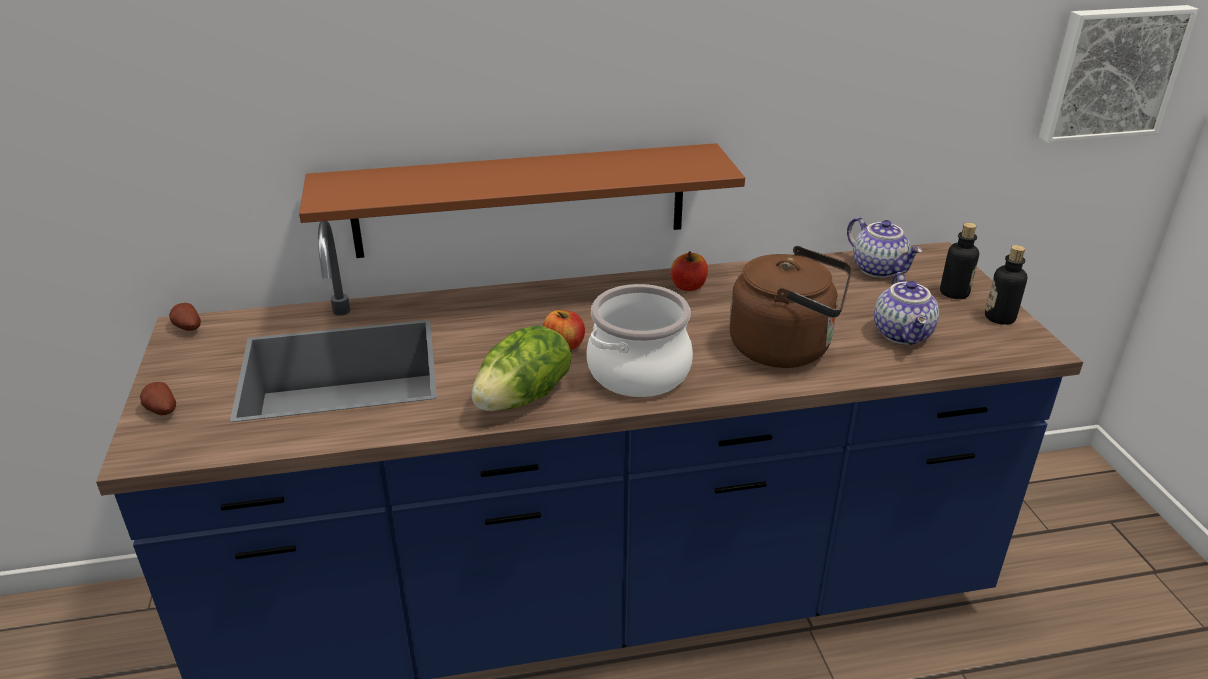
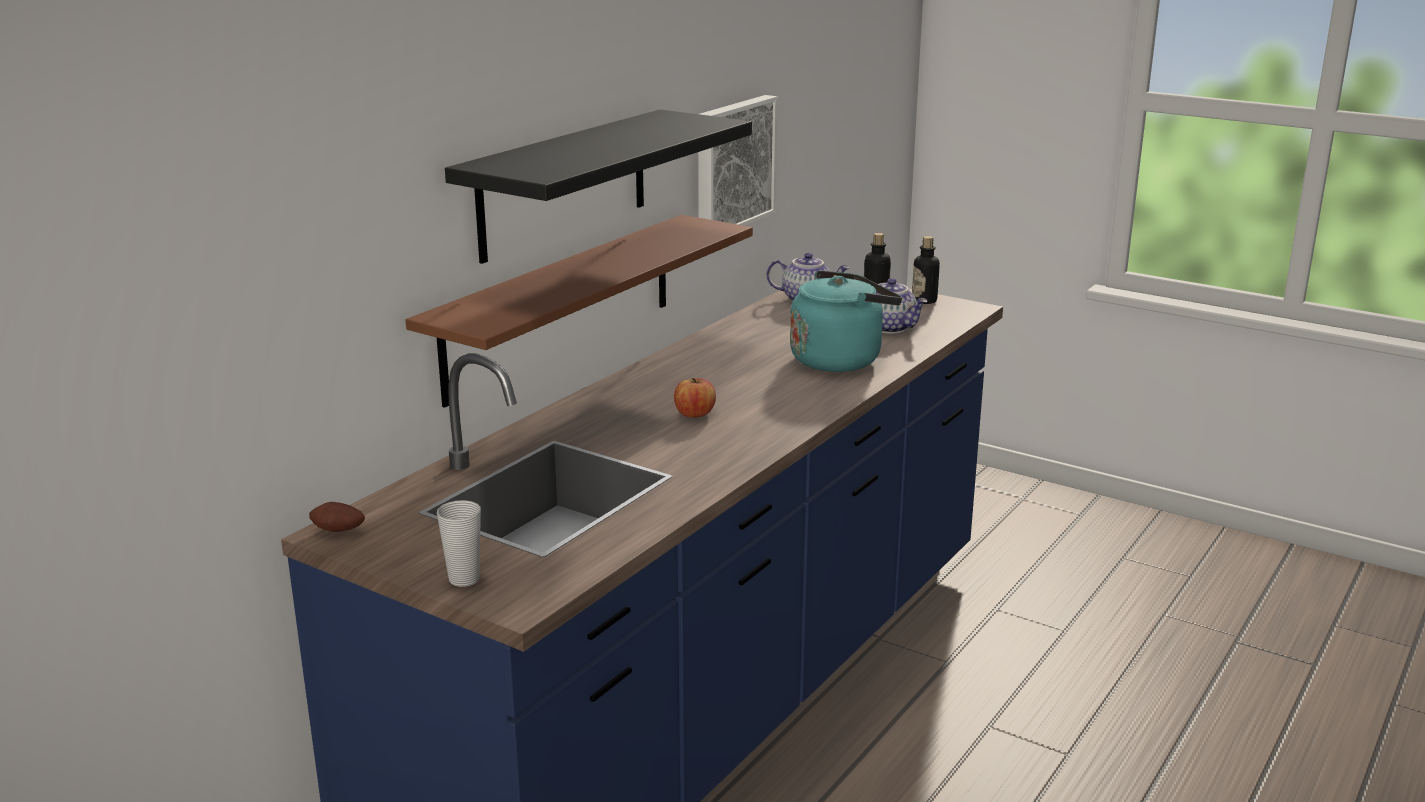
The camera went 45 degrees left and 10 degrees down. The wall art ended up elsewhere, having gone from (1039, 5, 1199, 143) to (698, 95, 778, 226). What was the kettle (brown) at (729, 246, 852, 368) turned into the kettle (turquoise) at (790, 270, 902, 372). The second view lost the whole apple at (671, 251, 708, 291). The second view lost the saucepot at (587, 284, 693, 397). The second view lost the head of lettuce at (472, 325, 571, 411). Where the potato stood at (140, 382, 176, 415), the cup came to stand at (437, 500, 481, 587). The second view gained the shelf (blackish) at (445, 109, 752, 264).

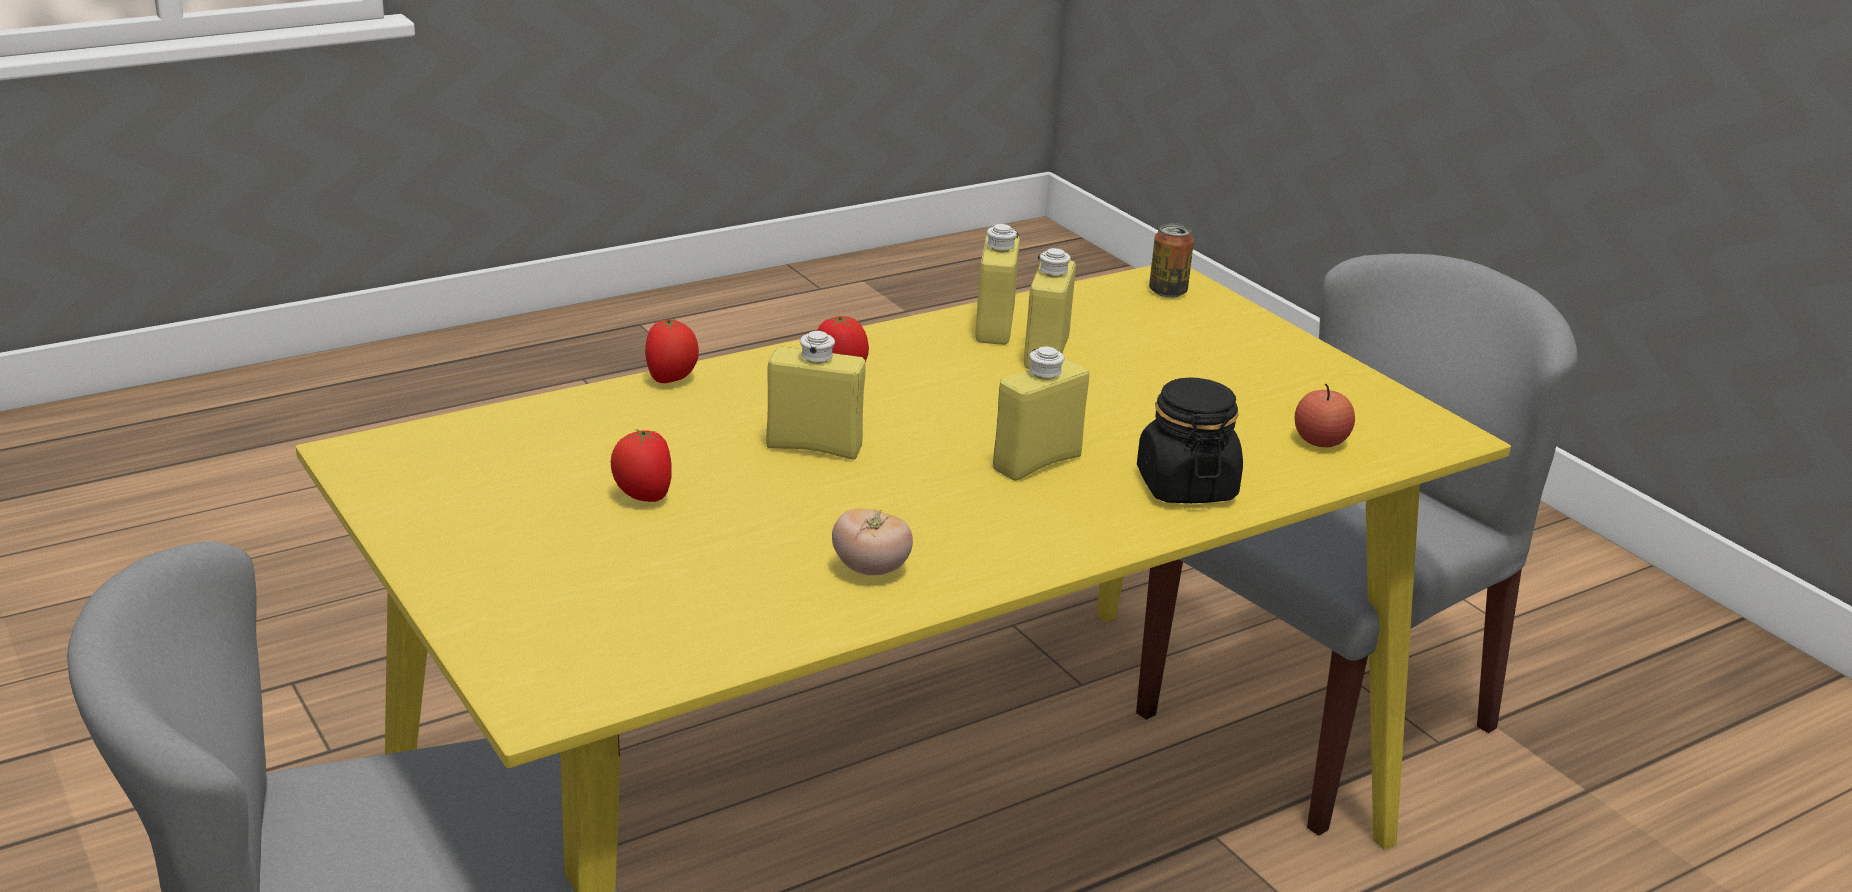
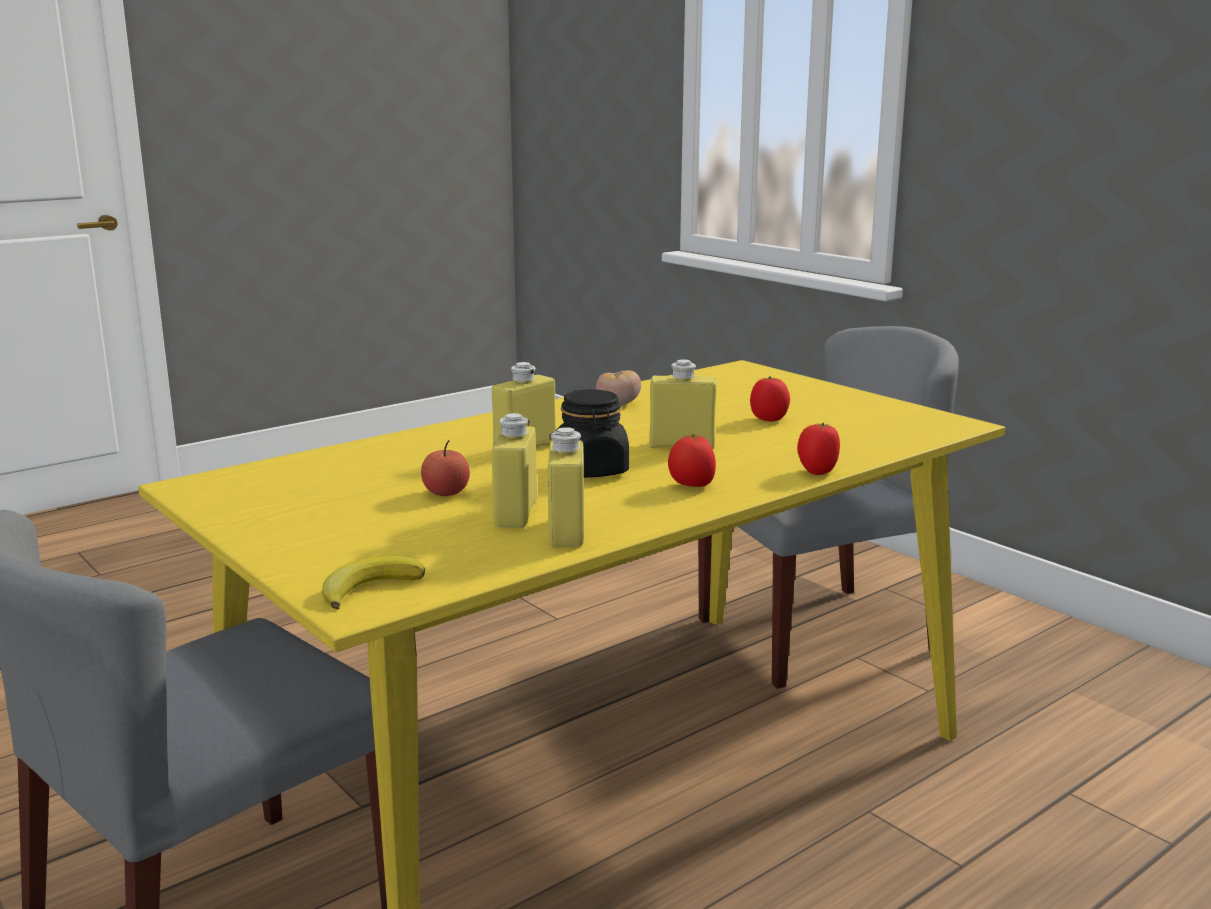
The camera went 175 degrees right and 10 degrees down. Where the metal can stood at (1149, 223, 1194, 298), the banana fruit came to stand at (322, 556, 425, 609). The jar (blackish) ended up elsewhere, having gone from (1137, 378, 1243, 503) to (556, 389, 629, 478). The whole apple ended up elsewhere, having gone from (1295, 383, 1355, 447) to (421, 440, 470, 496).

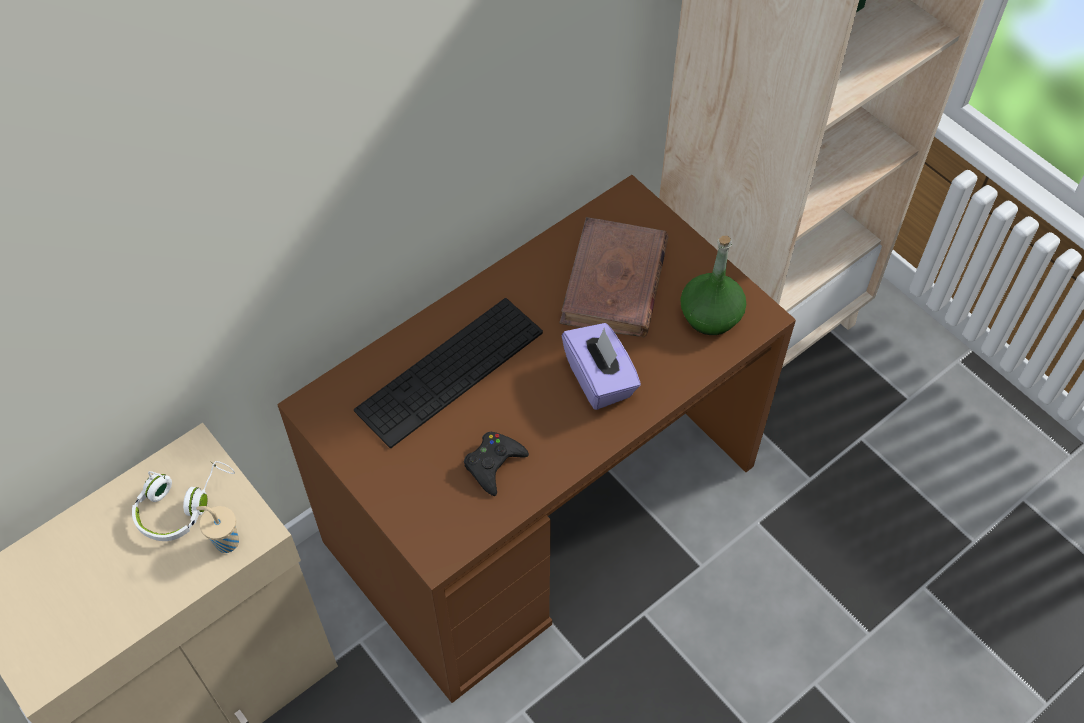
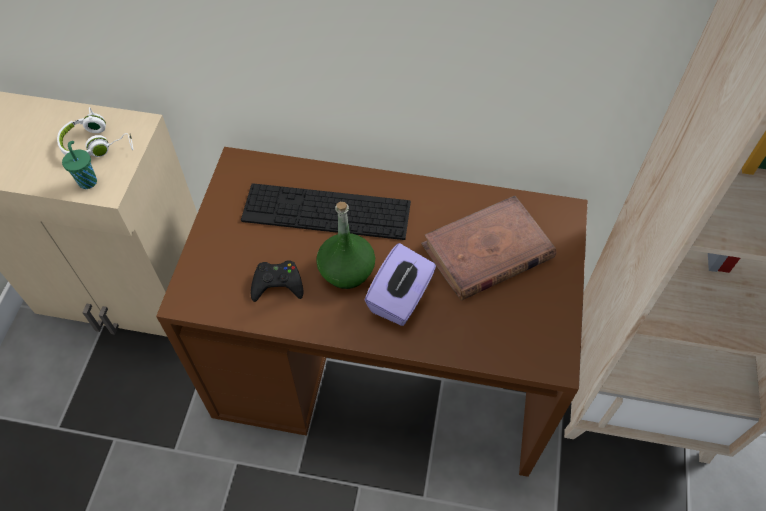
The camera went 50 degrees right and 0 degrees up. The bottle (green) ended up elsewhere, having gone from (680, 236, 746, 335) to (316, 202, 375, 289). What was the cup (beige-coloured) at (196, 506, 239, 553) turned into the cup (green) at (62, 141, 97, 189).

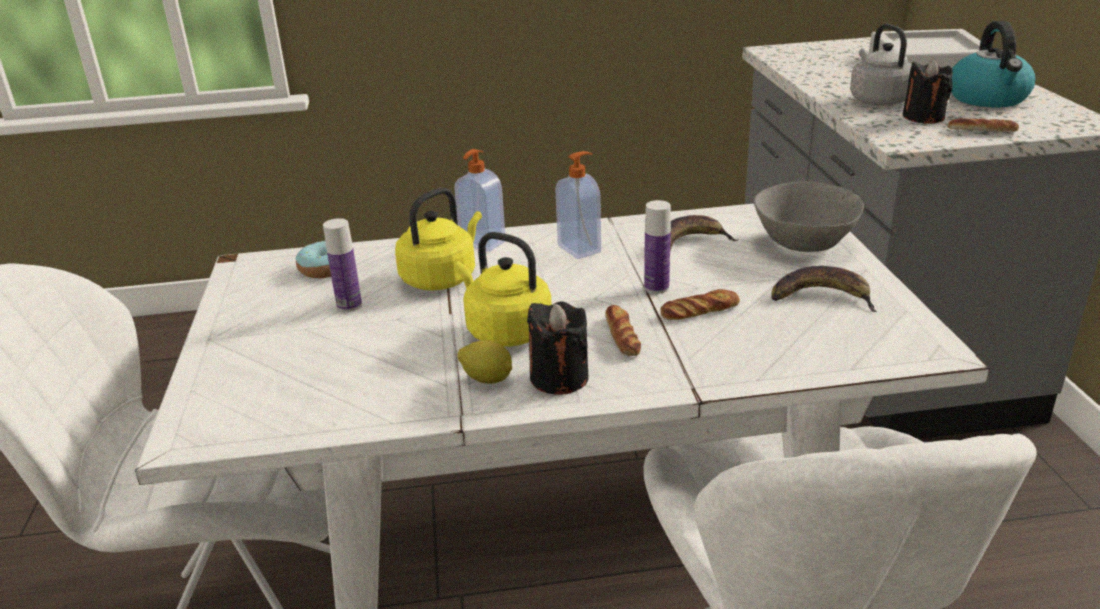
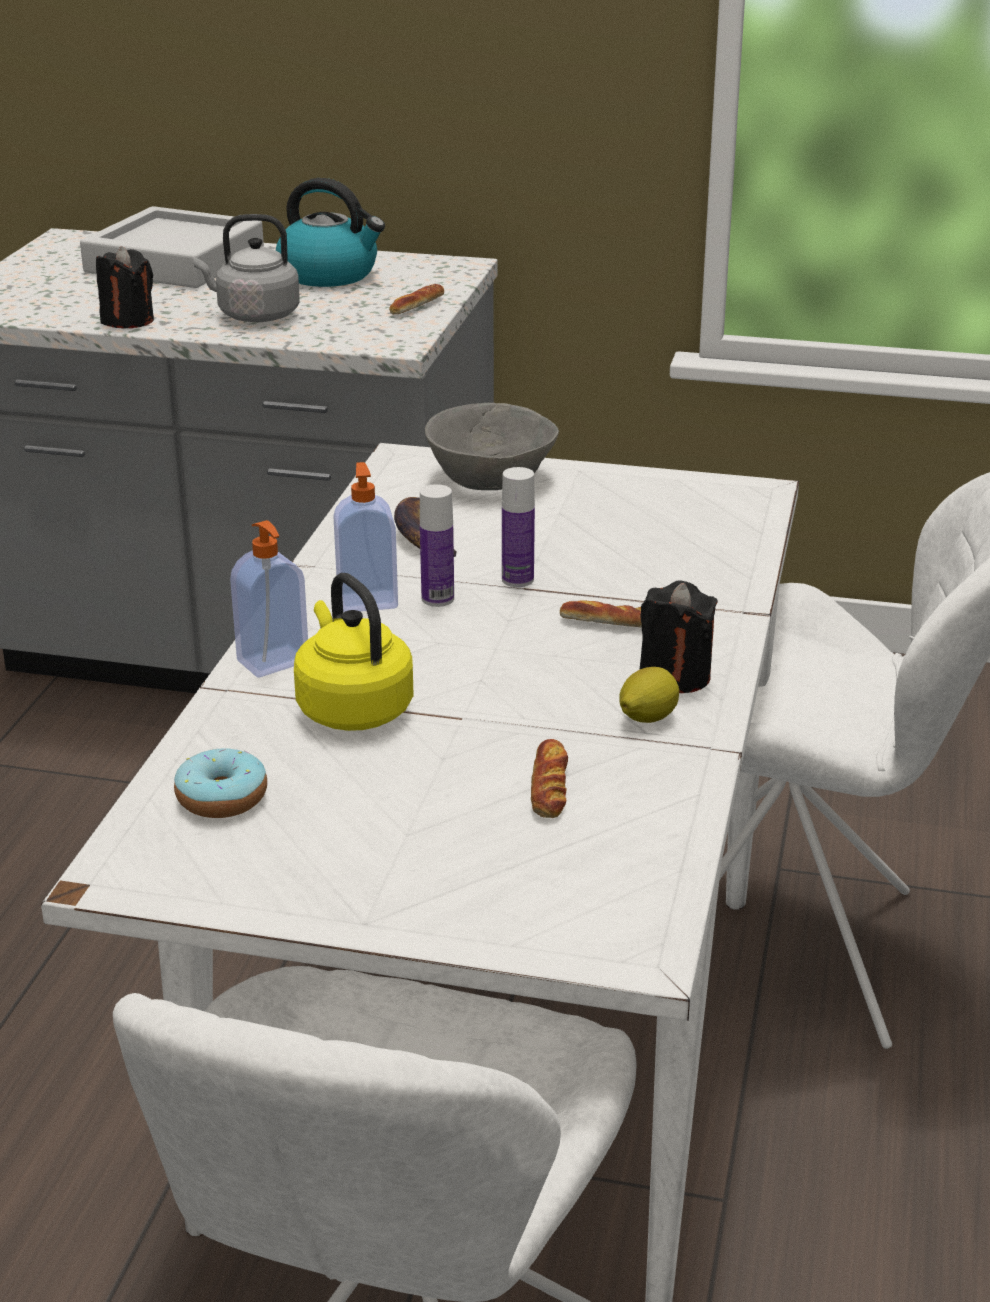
The camera went 70 degrees left and 0 degrees up. The wax light (blackish) ended up elsewhere, having gone from (903, 59, 953, 124) to (96, 246, 154, 328). The bottle ended up elsewhere, having gone from (323, 218, 362, 312) to (420, 484, 454, 607). The second view lost the kettle (yellow-coloured) at (455, 232, 552, 347). The second view lost the banana fruit at (771, 266, 877, 312). The bread ended up elsewhere, having gone from (661, 289, 740, 320) to (531, 739, 568, 818).

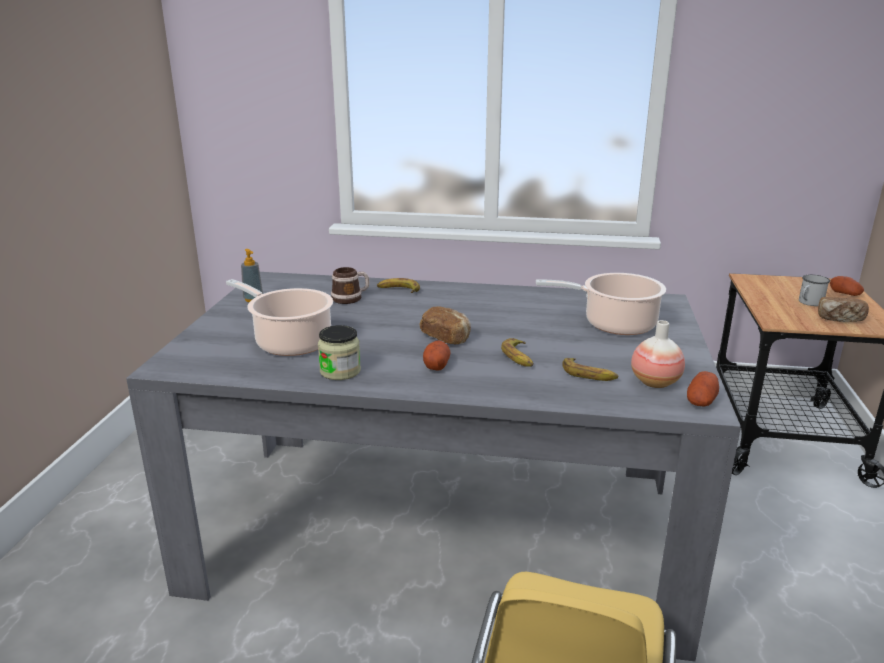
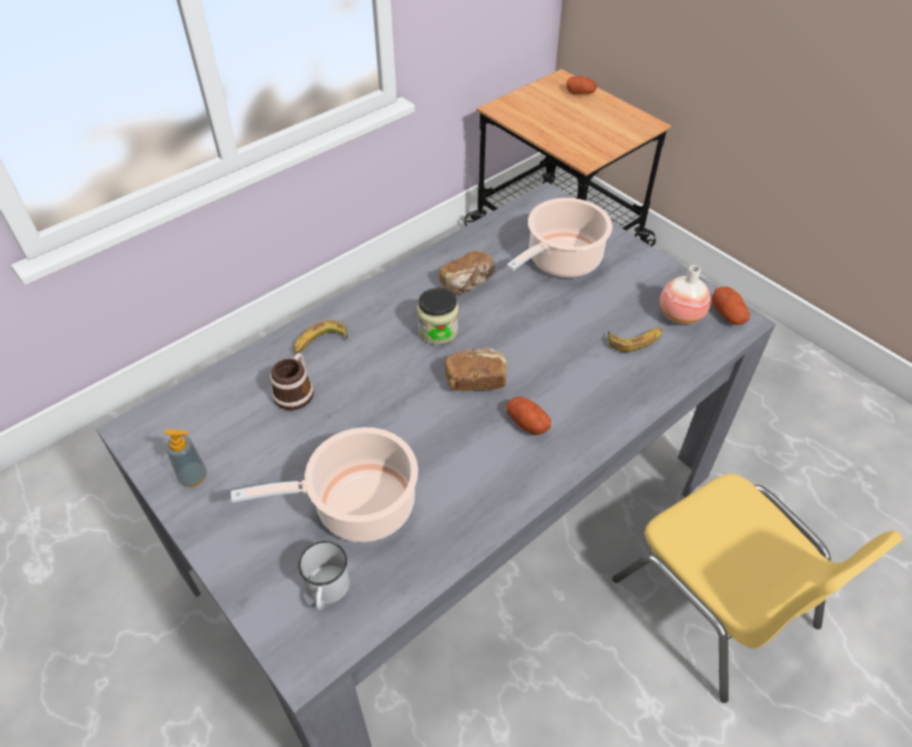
The camera went 50 degrees left and 25 degrees up. The coffee mug (whitish) ended up elsewhere, having gone from (799, 275, 830, 306) to (298, 541, 350, 610). The bread ended up elsewhere, having gone from (818, 297, 869, 322) to (439, 251, 495, 295). The jar ended up elsewhere, having gone from (318, 325, 361, 380) to (417, 288, 458, 345). The second view lost the banana fruit at (501, 338, 534, 367).

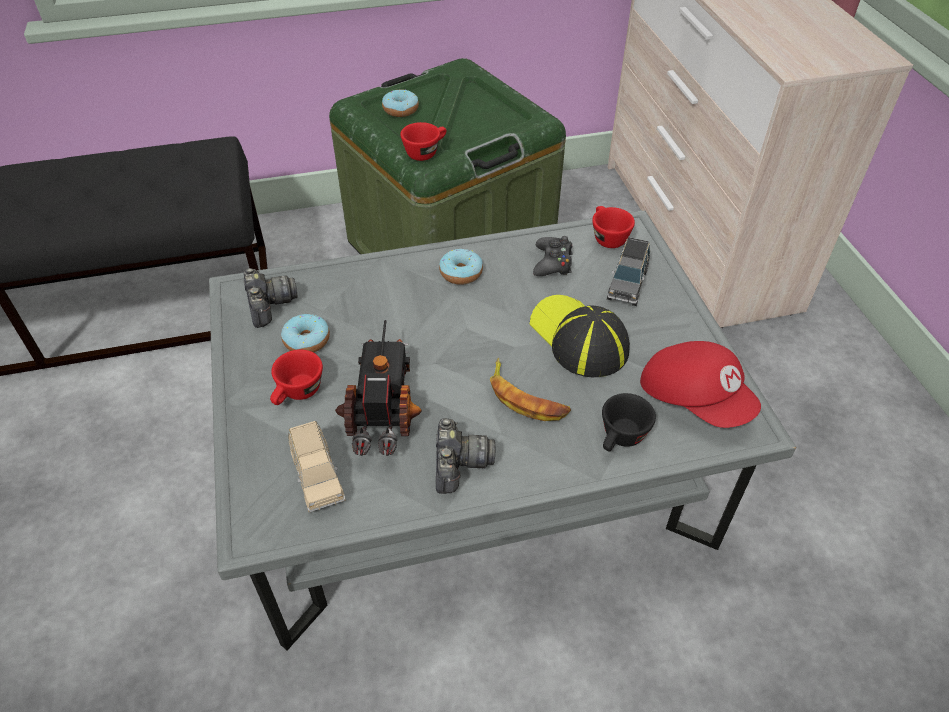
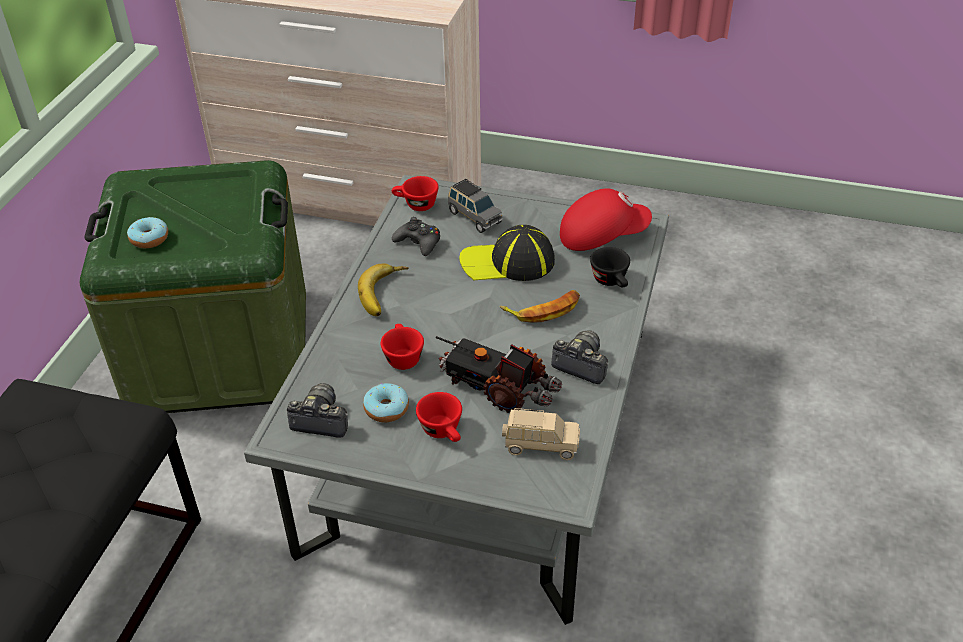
The camera went 60 degrees left and 5 degrees down. The cup (red) ended up elsewhere, having gone from (400, 122, 447, 161) to (381, 324, 424, 370). Where the doughnut stood at (439, 249, 483, 285), the banana fruit came to stand at (358, 264, 409, 316).

